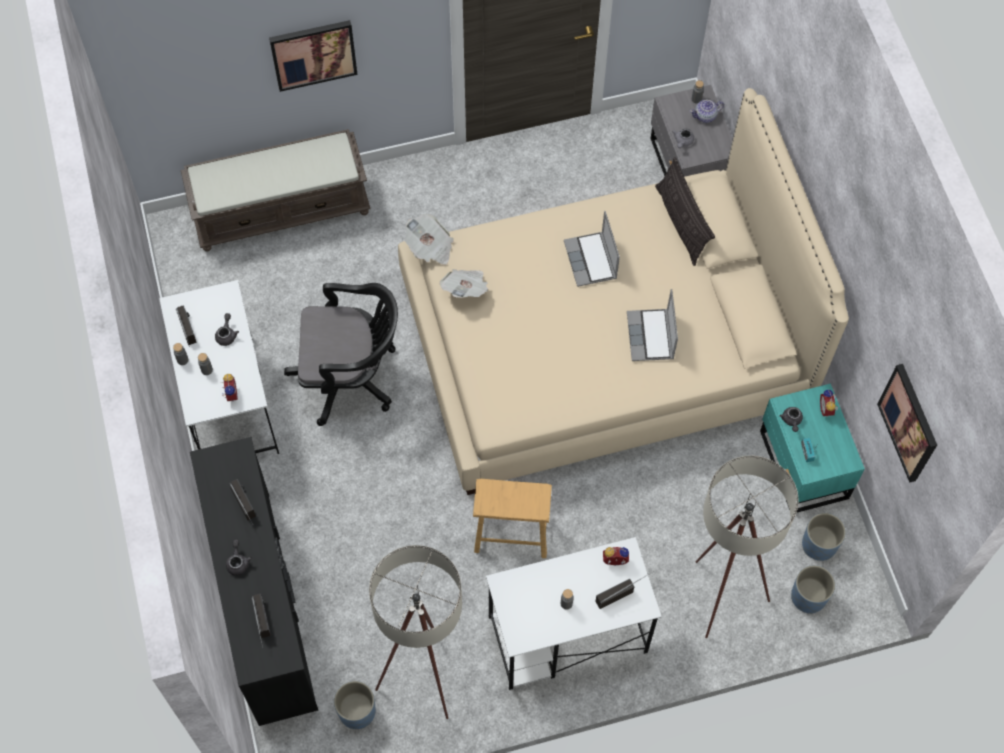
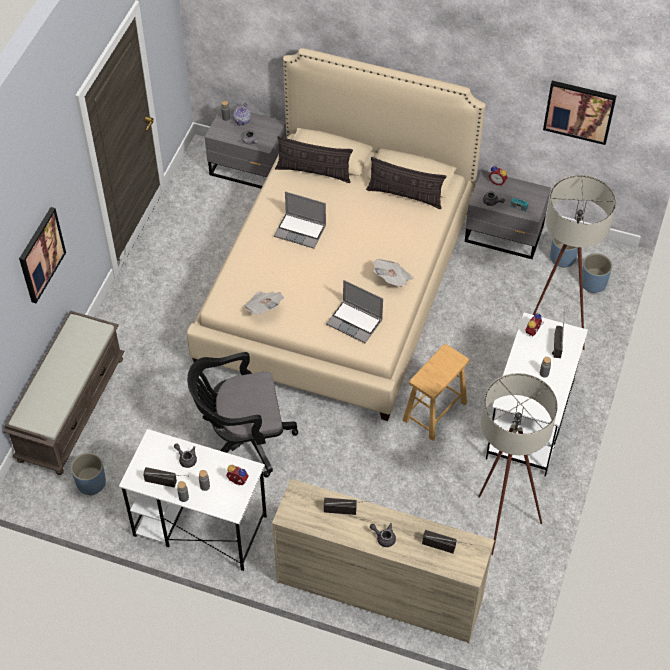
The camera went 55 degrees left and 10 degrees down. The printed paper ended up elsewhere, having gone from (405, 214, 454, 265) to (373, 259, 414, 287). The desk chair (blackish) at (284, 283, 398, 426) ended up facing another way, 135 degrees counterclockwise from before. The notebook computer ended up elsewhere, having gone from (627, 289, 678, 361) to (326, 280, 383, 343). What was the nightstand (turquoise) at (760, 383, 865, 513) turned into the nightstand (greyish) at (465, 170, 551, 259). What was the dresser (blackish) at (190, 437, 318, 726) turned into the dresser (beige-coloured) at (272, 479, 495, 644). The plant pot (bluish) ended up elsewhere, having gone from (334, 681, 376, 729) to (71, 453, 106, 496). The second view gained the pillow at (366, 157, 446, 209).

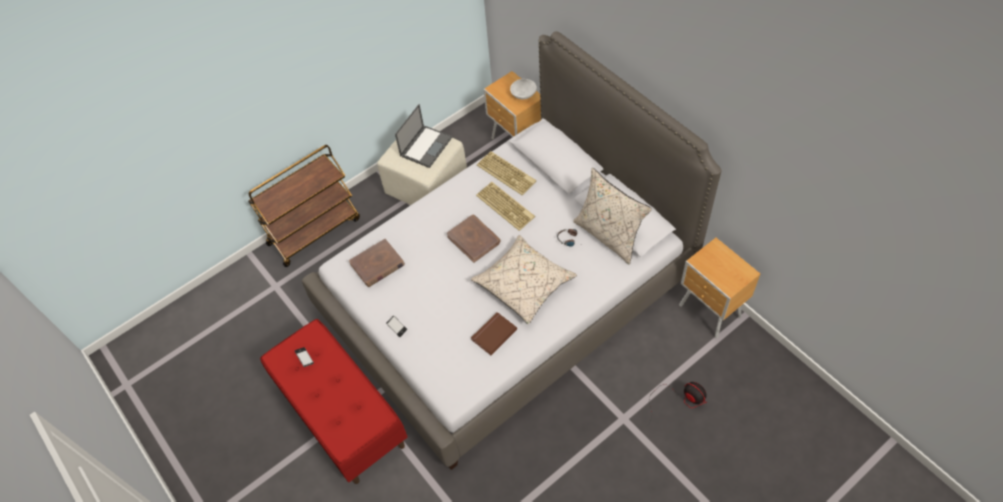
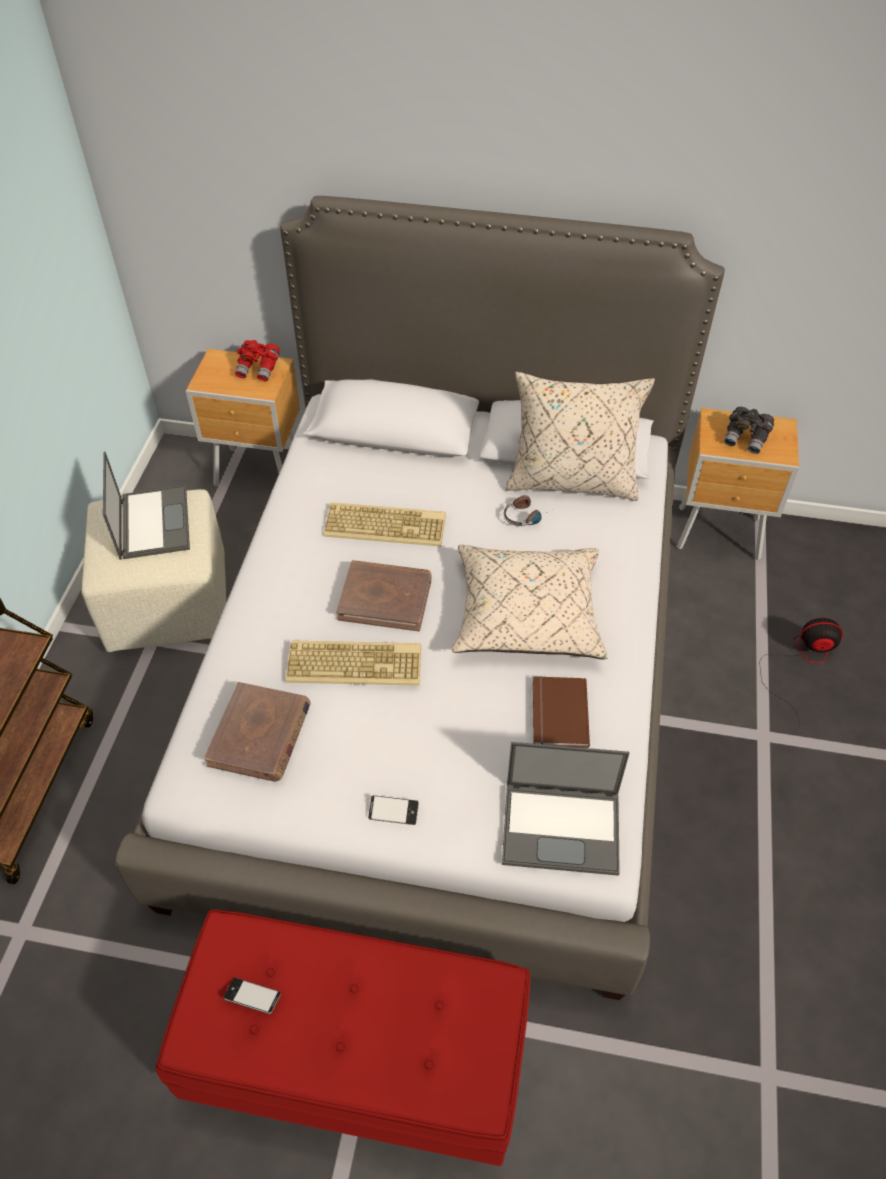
The camera went 45 degrees left and 5 degrees down. Where the serving bowl (whitish) stood at (510, 79, 537, 99), the field glasses (red) came to stand at (235, 340, 280, 381). The computer keyboard ended up elsewhere, having gone from (477, 151, 536, 196) to (286, 641, 421, 686). The second view gained the field glasses (greyish) at (724, 407, 774, 454). The second view gained the notebook computer at (502, 742, 630, 876).

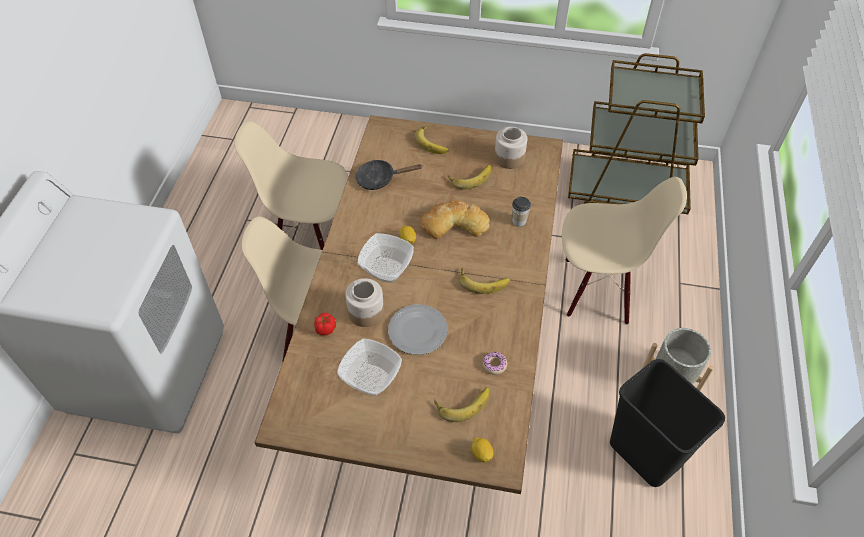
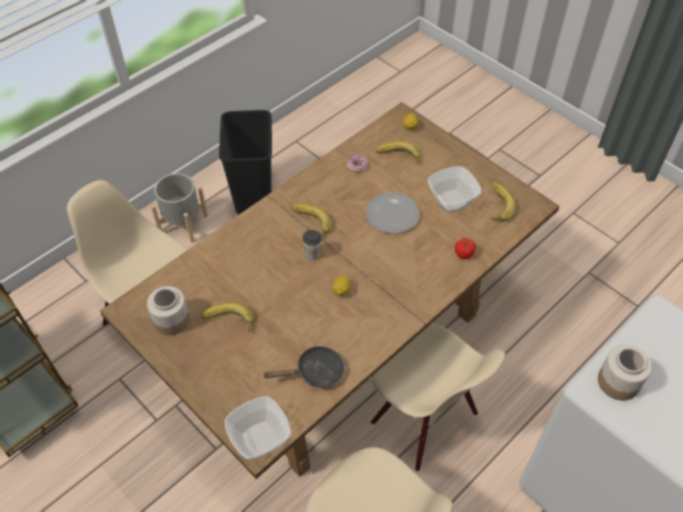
The camera went 145 degrees left and 0 degrees up. The banana fruit ended up elsewhere, having gone from (415, 125, 449, 154) to (491, 183, 516, 221). The skillet (blackish) at (355, 160, 422, 190) ended up facing another way, 45 degrees counterclockwise from before. The cup ended up elsewhere, having gone from (512, 196, 531, 227) to (302, 230, 322, 260). The second view lost the bread at (420, 200, 490, 239). The serving bowl ended up elsewhere, having gone from (358, 233, 414, 283) to (225, 396, 291, 459). The jar ended up elsewhere, having gone from (345, 278, 384, 327) to (598, 345, 652, 401).

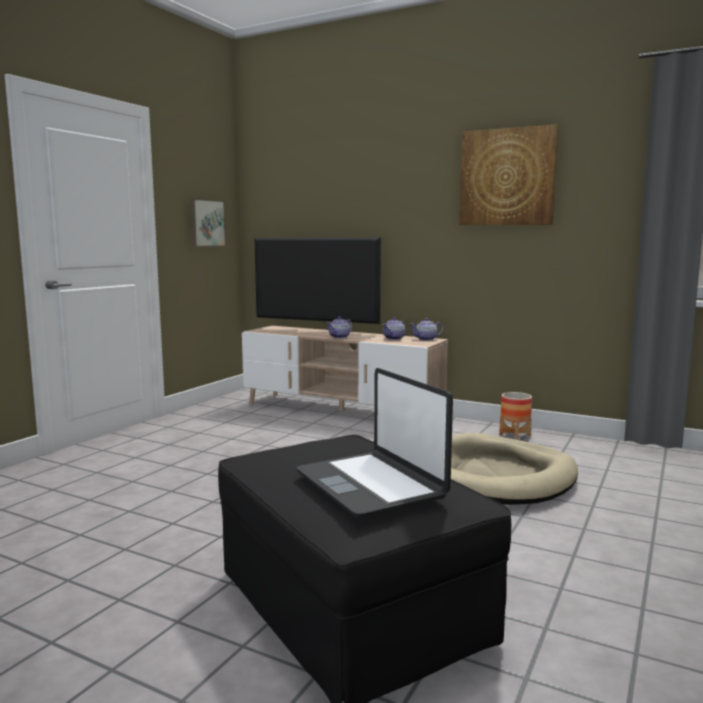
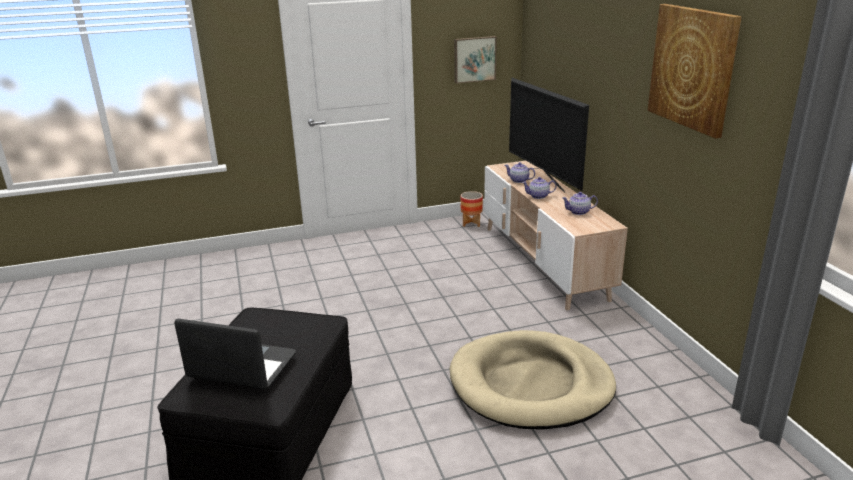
The camera went 45 degrees right and 15 degrees up. The teapot ended up elsewhere, having gone from (410, 318, 443, 341) to (505, 162, 535, 183). The notebook computer at (297, 368, 453, 518) ended up facing another way, 90 degrees clockwise from before. The plant pot ended up elsewhere, having gone from (499, 392, 532, 440) to (461, 191, 483, 227).

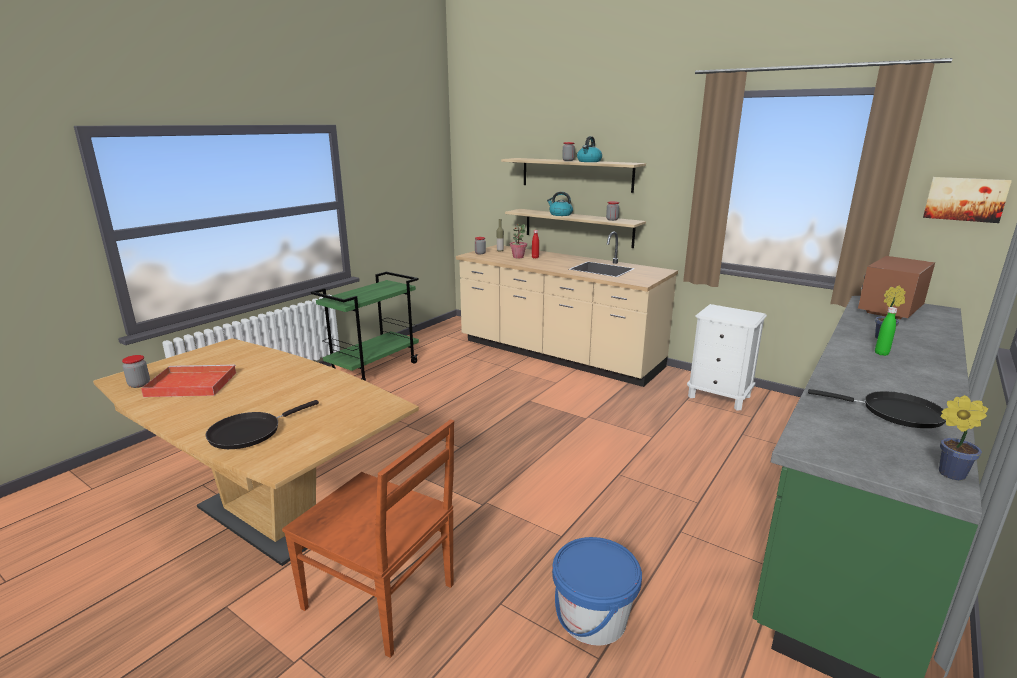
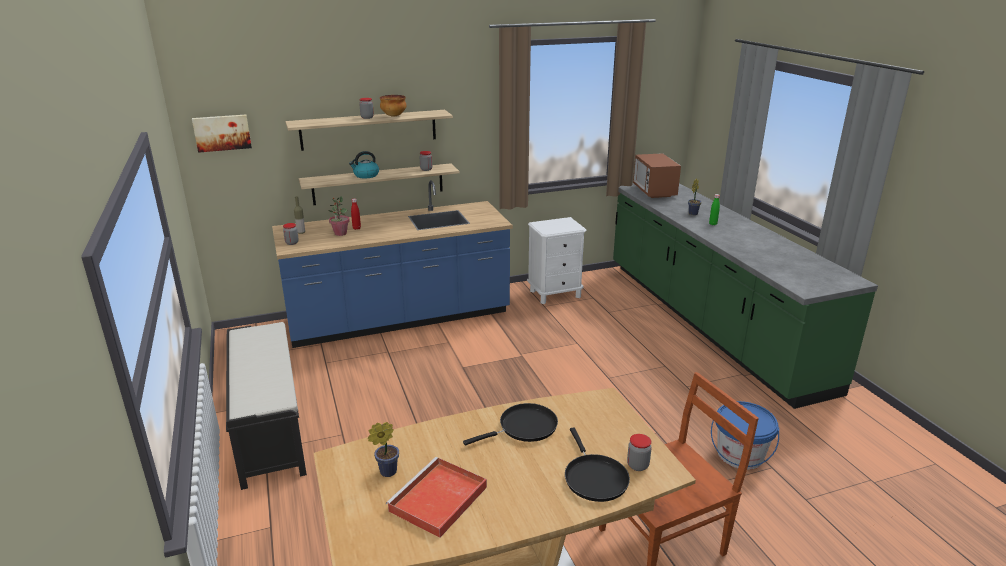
The camera went 55 degrees left and 5 degrees up. Where the kettle stood at (577, 136, 602, 162), the serving bowl came to stand at (380, 95, 406, 117). The wall art ended up elsewhere, having gone from (923, 177, 1012, 223) to (192, 114, 252, 153). What was the kitchen base unit (beige-coloured) at (456, 231, 678, 387) turned into the kitchen base unit (bluish) at (272, 180, 513, 348). Where the cart (green) stood at (311, 272, 419, 381), the long seat (blackish) came to stand at (226, 322, 307, 490). The jar ended up elsewhere, having gone from (122, 355, 150, 388) to (627, 434, 652, 471). The skillet (blackish) ended up elsewhere, having gone from (808, 389, 946, 428) to (463, 403, 558, 445). The potted plant ended up elsewhere, having gone from (939, 395, 988, 480) to (368, 422, 399, 477).

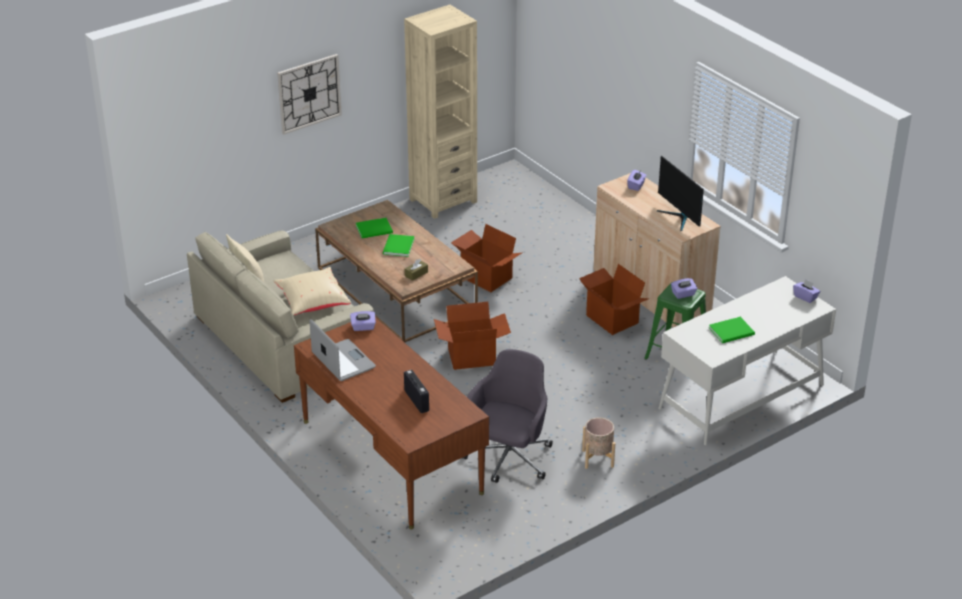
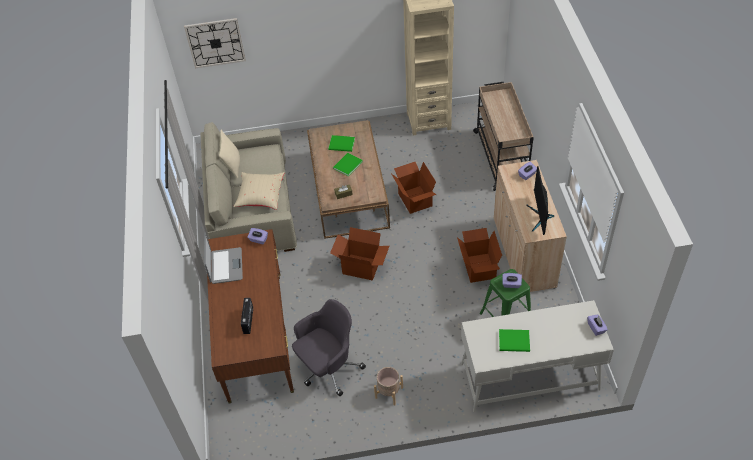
The camera went 30 degrees right and 15 degrees up. The hanging clock ended up elsewhere, having gone from (277, 54, 342, 135) to (184, 18, 246, 68). The second view gained the cart (beige-coloured) at (473, 82, 534, 191).

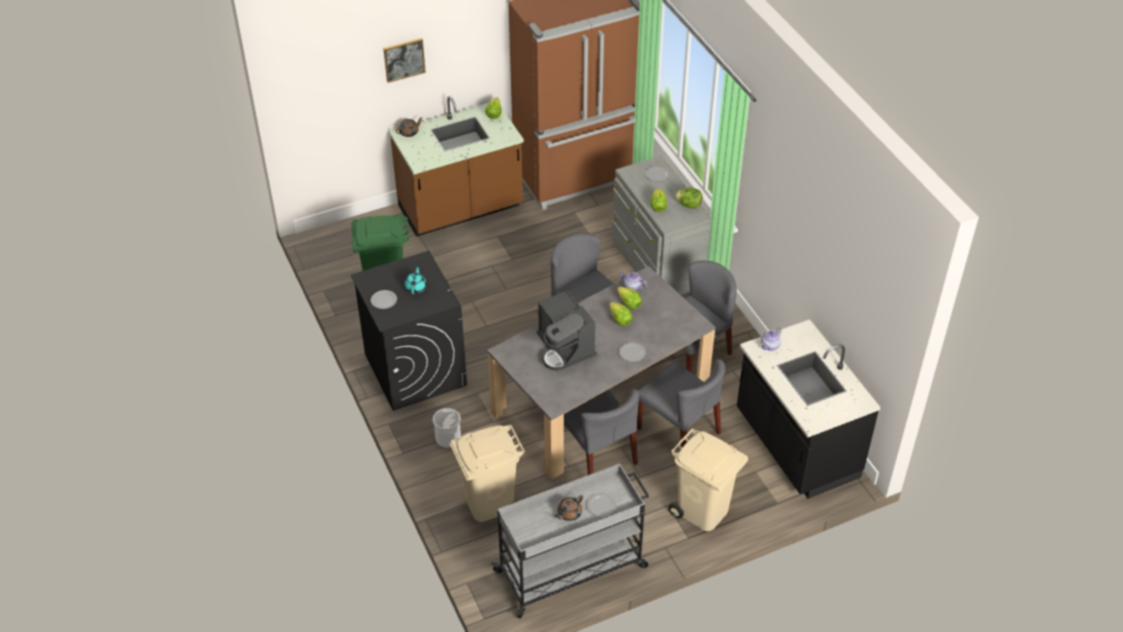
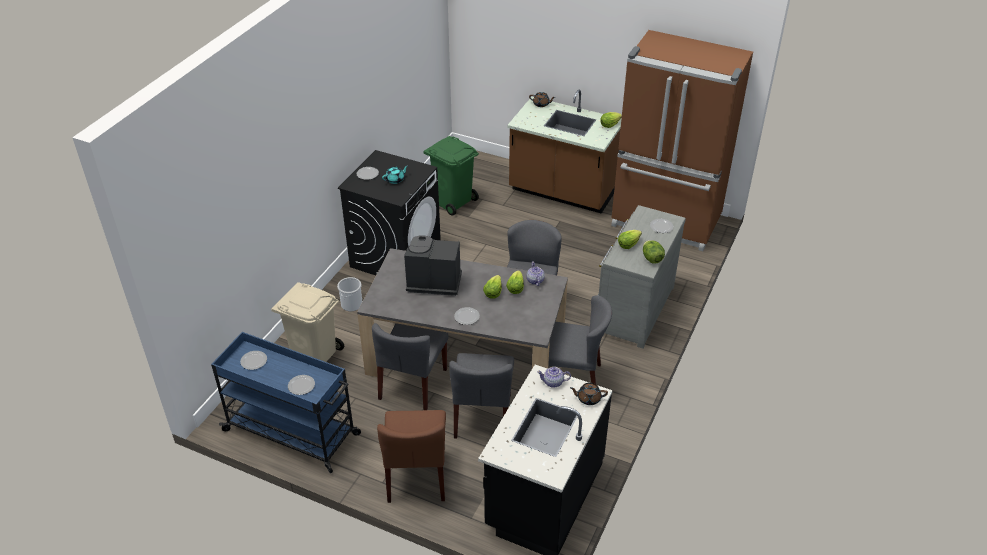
The camera went 50 degrees right and 5 degrees down. The second view lost the wall art at (383, 38, 426, 83). The coffee machine at (537, 290, 597, 371) ended up facing another way, 75 degrees clockwise from before. Where the trash can (beige-coloured) stood at (668, 429, 748, 531), the plain chair (brown) came to stand at (377, 410, 446, 503). What was the cart (greyish) at (491, 464, 649, 618) turned into the cart (bluish) at (211, 332, 361, 473). The teapot (brown) ended up elsewhere, having gone from (555, 495, 583, 521) to (570, 383, 608, 405). The second view gained the plate at (240, 351, 267, 370).

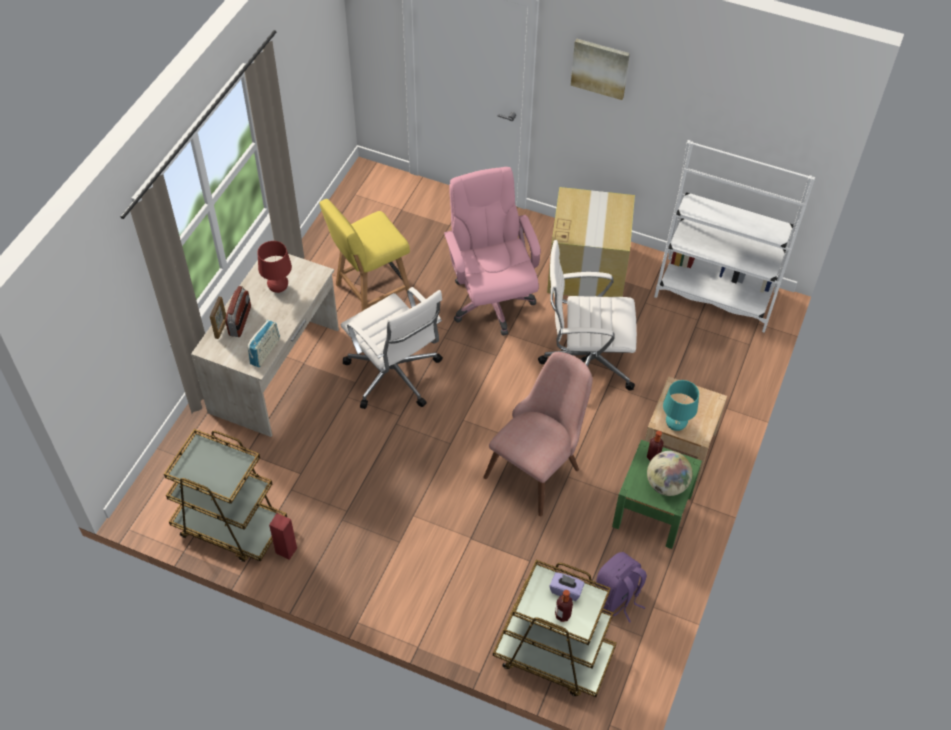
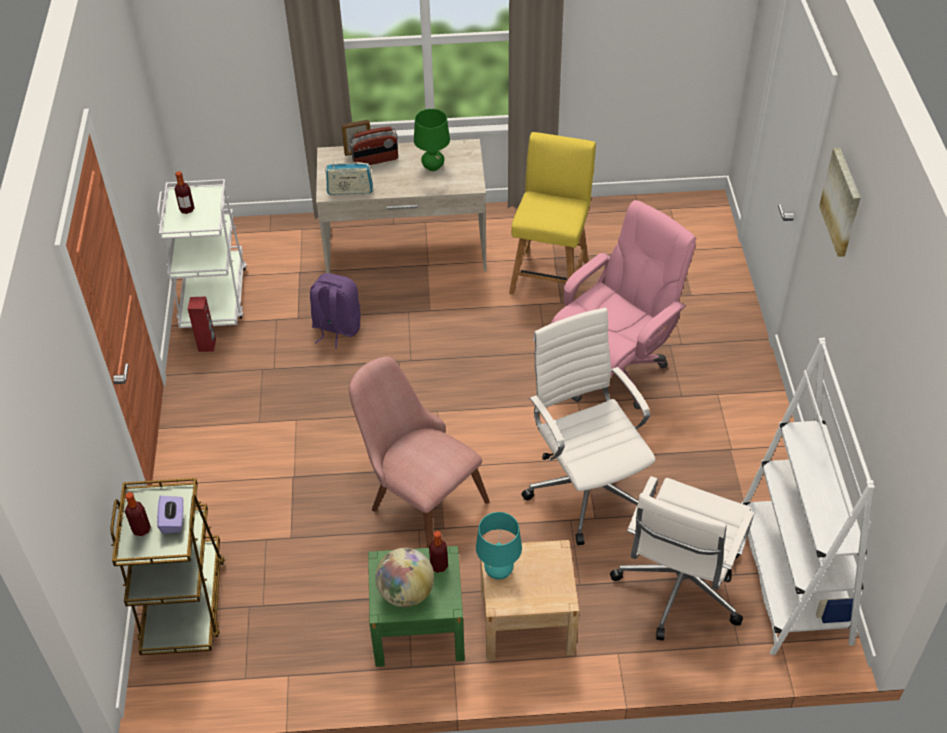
The camera went 65 degrees right and 5 degrees down. The second view lost the packing box at (547, 187, 635, 297). The plain chair (yellow-coloured) at (320, 199, 410, 311) ended up facing another way, 75 degrees clockwise from before. What was the table lamp (red) at (258, 241, 292, 293) turned into the table lamp (green) at (414, 109, 450, 171). The desk chair (whitish) ended up elsewhere, having gone from (341, 287, 443, 409) to (610, 476, 754, 640). The plain chair (pinkish) at (483, 352, 593, 516) ended up facing another way, 150 degrees counterclockwise from before. What was the cart (brown) at (164, 429, 287, 562) turned into the cart (whitish) at (157, 179, 247, 328). The backpack (purple) ended up elsewhere, having gone from (595, 552, 647, 623) to (310, 273, 360, 348). The second view gained the bottle at (174, 171, 195, 214).

